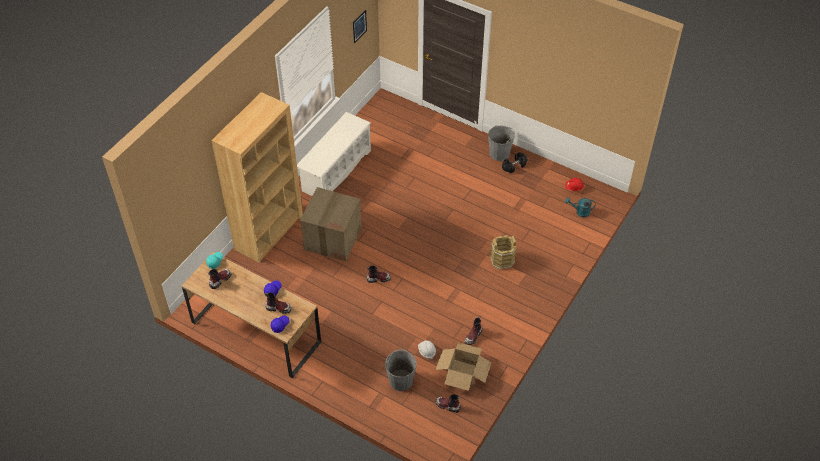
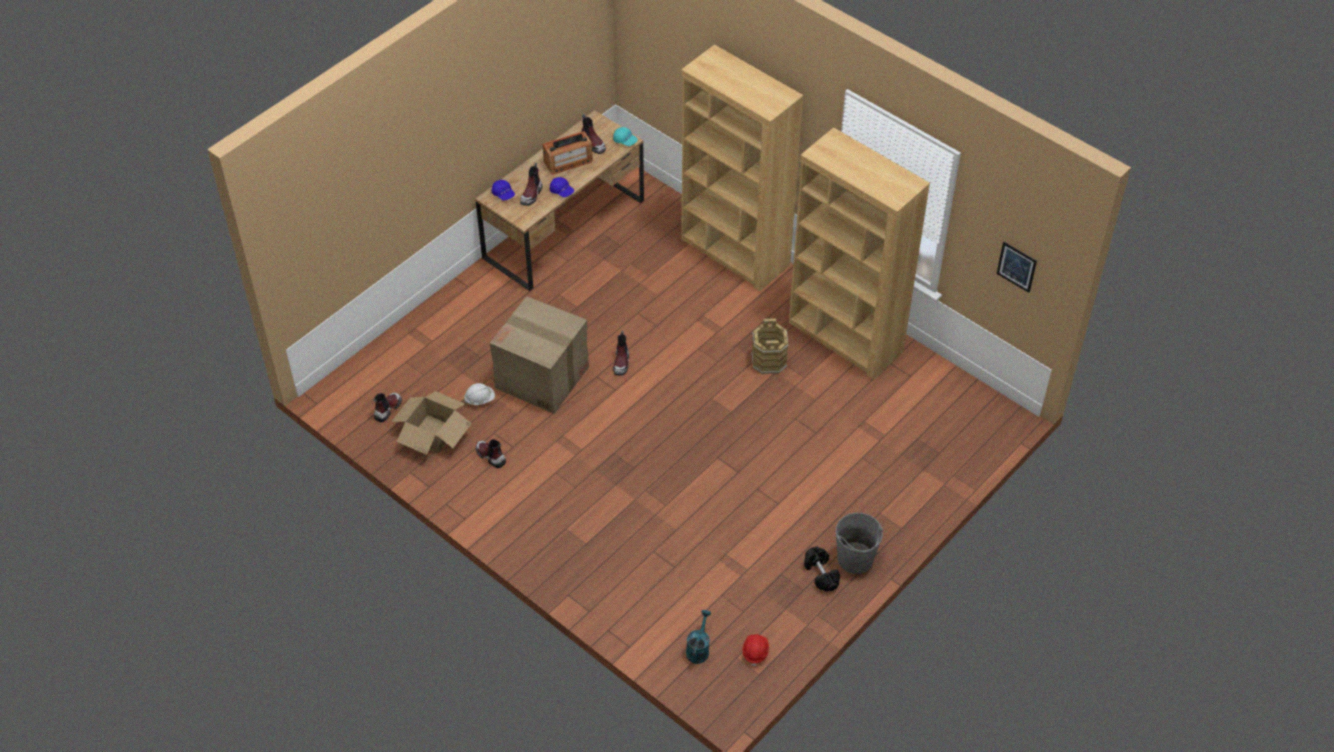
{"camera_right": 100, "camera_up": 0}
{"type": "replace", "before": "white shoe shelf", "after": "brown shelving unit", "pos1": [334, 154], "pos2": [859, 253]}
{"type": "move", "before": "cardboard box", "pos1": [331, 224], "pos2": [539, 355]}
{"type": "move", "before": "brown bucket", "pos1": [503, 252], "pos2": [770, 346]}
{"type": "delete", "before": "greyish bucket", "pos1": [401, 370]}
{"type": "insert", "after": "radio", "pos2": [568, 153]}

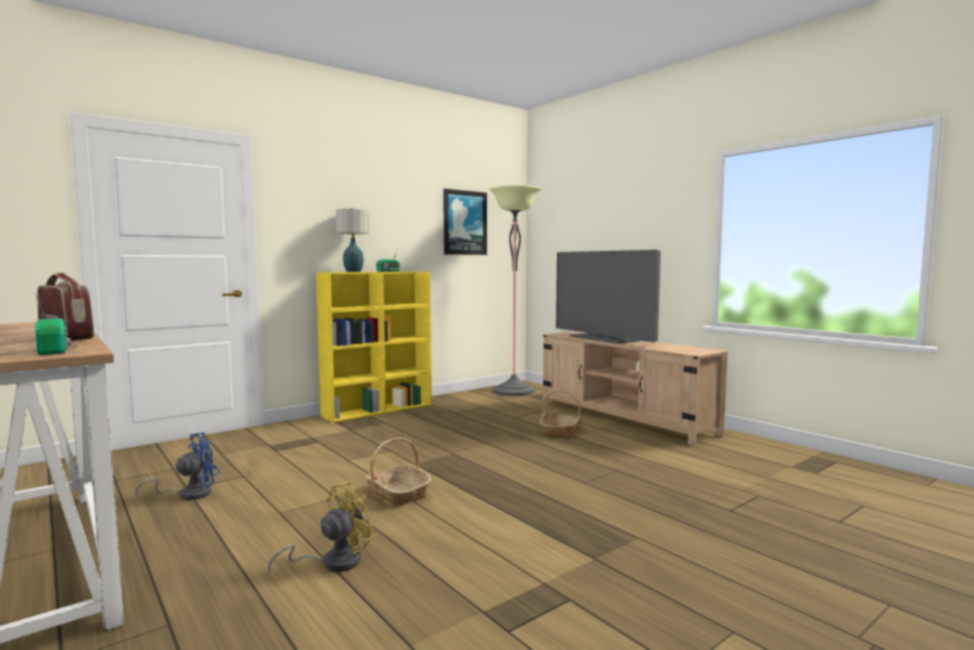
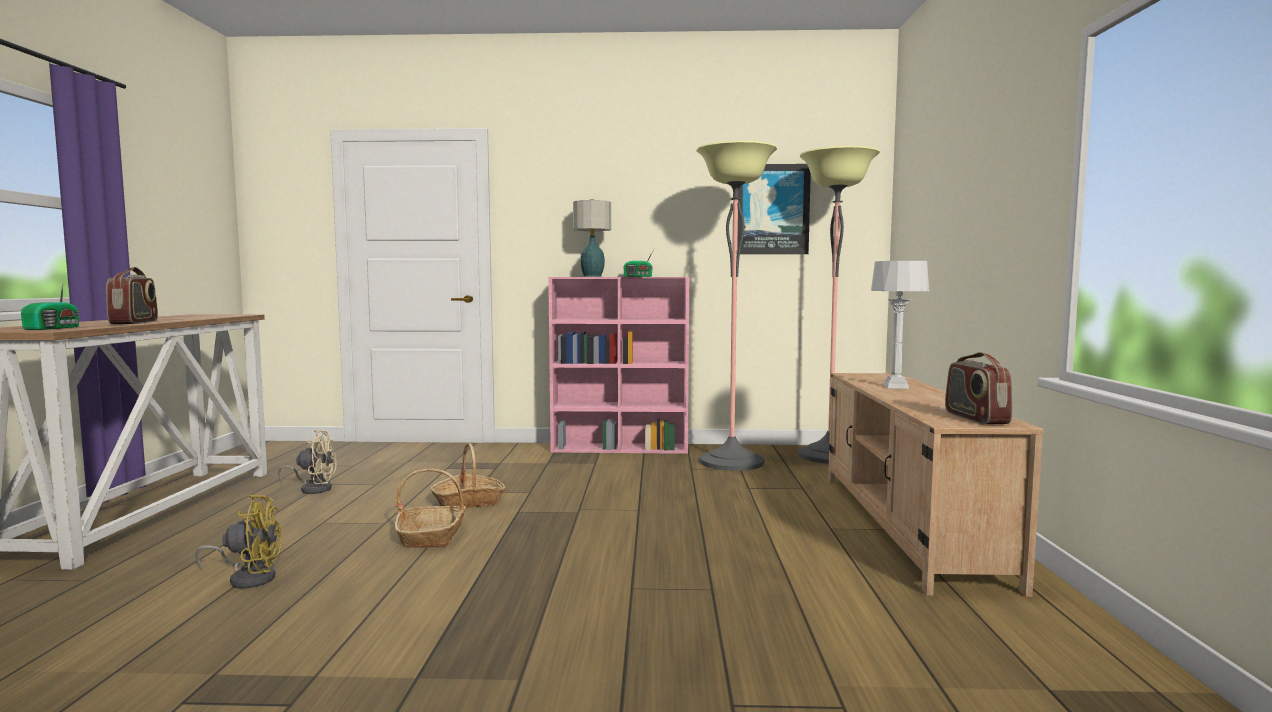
{"camera_right": 40, "camera_up": 0}
{"type": "replace", "before": "TV", "after": "greyish table lamp", "pos1": [608, 297], "pos2": [900, 325]}
{"type": "recolor", "before": "yellow-coloured shelving unit", "after": "pink shelving unit", "pos1": [374, 347], "pos2": [618, 365]}
{"type": "move", "before": "basket", "pos1": [561, 414], "pos2": [468, 475]}
{"type": "recolor", "before": "blue cooling fan", "after": "beige cooling fan", "pos1": [177, 466], "pos2": [307, 462]}
{"type": "insert", "after": "floor lamp", "pos2": [736, 306]}
{"type": "insert", "after": "radio", "pos2": [979, 388]}

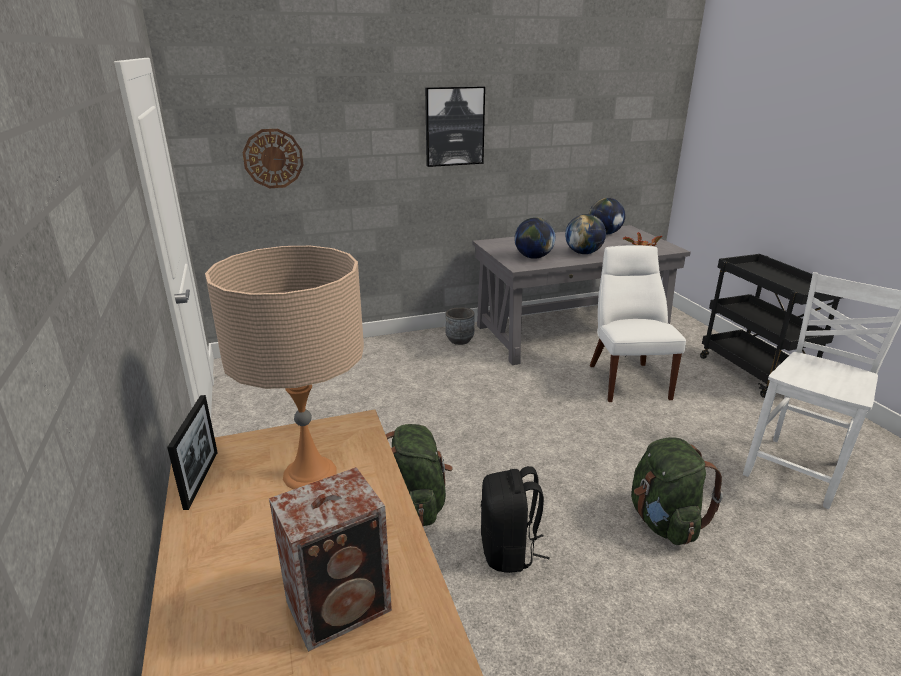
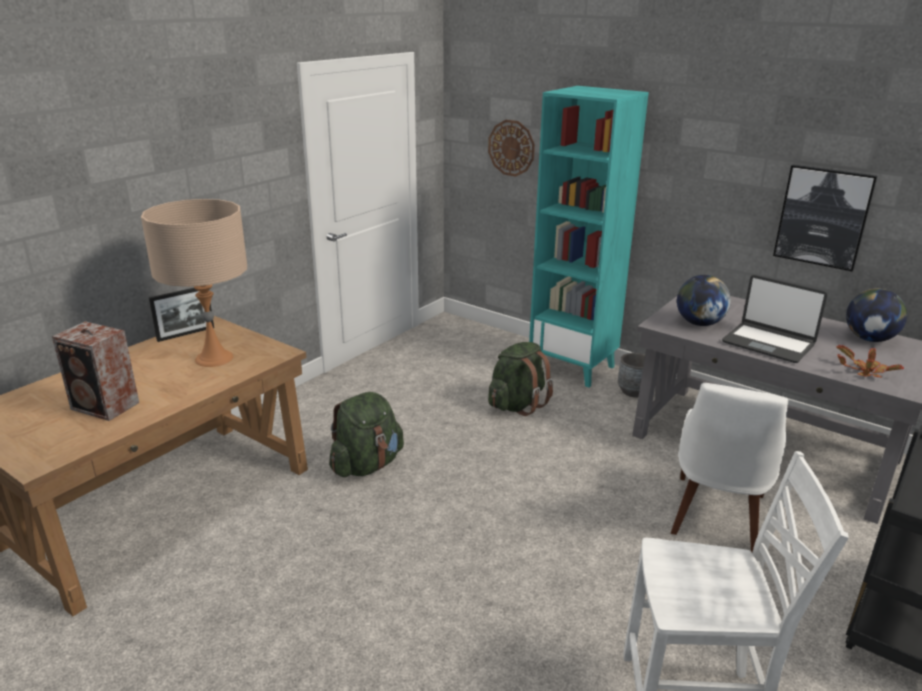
{"camera_right": 55, "camera_up": 0}
{"type": "move", "before": "wall art", "pos1": [455, 126], "pos2": [825, 218]}
{"type": "replace", "before": "desk globe", "after": "notebook computer", "pos1": [585, 234], "pos2": [774, 319]}
{"type": "rotate", "before": "white upright chair", "pos1": [638, 323], "pos2": [729, 467], "turn": 150}
{"type": "move", "before": "greenish rucksack", "pos1": [677, 491], "pos2": [520, 379]}
{"type": "delete", "before": "blackish rucksack", "pos1": [515, 519]}
{"type": "insert", "after": "turquoise shelving unit", "pos2": [589, 236]}

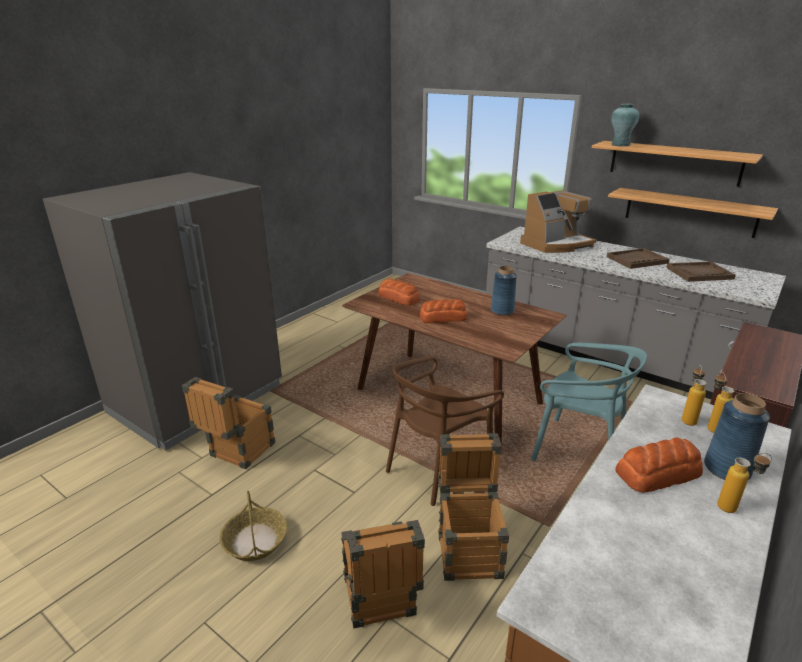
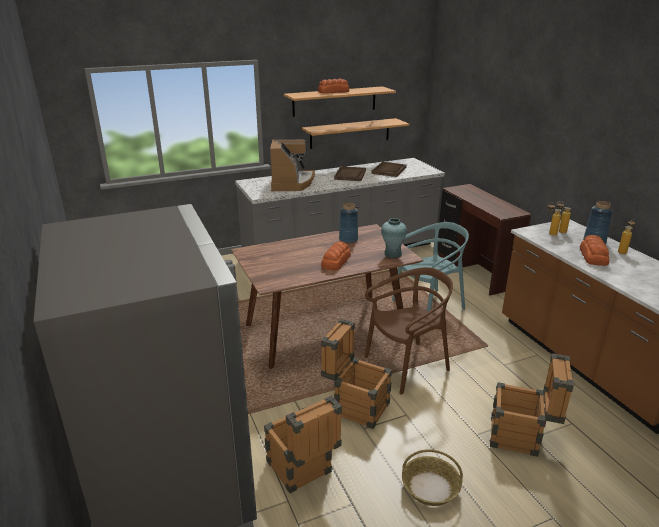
{"camera_right": -60, "camera_up": 0}
{"type": "move", "before": "turquoise vase", "pos1": [625, 125], "pos2": [394, 238]}
{"type": "move", "before": "bread", "pos1": [399, 292], "pos2": [333, 86]}
{"type": "rotate", "before": "brown upright chair", "pos1": [445, 431], "pos2": [408, 330], "turn": -105}
{"type": "move", "before": "packing crate", "pos1": [473, 507], "pos2": [356, 374]}

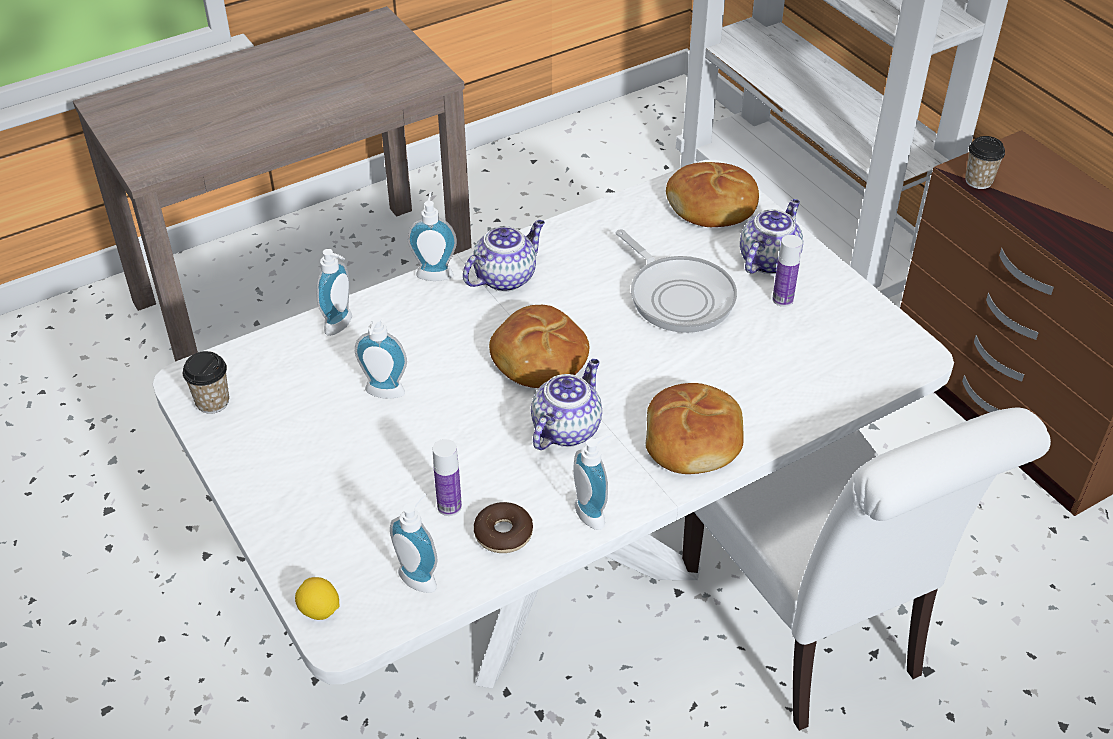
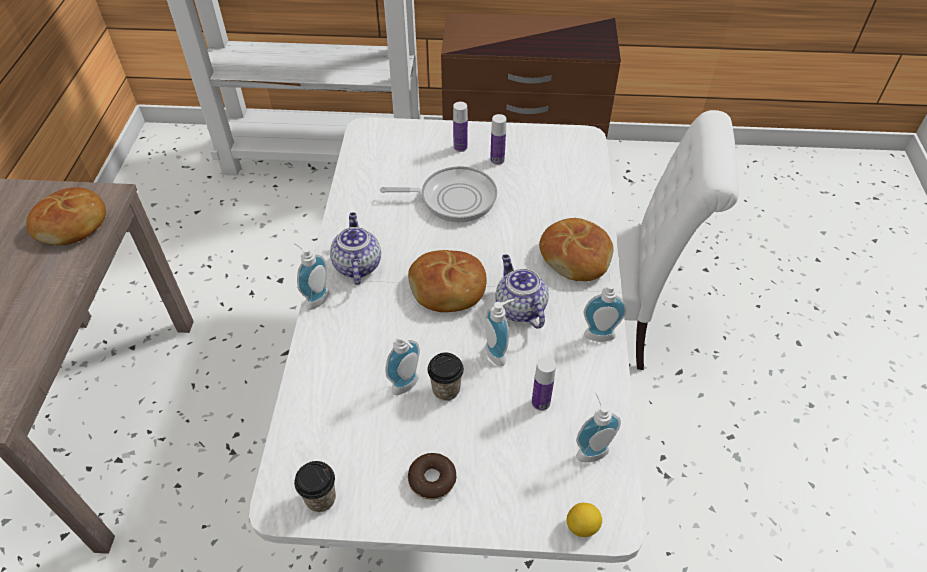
{"camera_right": -55, "camera_up": 5}
{"type": "move", "before": "cup", "pos1": [985, 162], "pos2": [446, 376]}
{"type": "move", "before": "bread", "pos1": [712, 194], "pos2": [66, 216]}
{"type": "replace", "before": "teapot", "after": "drink bottle", "pos1": [771, 236], "pos2": [460, 127]}
{"type": "move", "before": "soap bottle", "pos1": [334, 292], "pos2": [499, 332]}
{"type": "move", "before": "ring doughnut", "pos1": [503, 527], "pos2": [432, 476]}

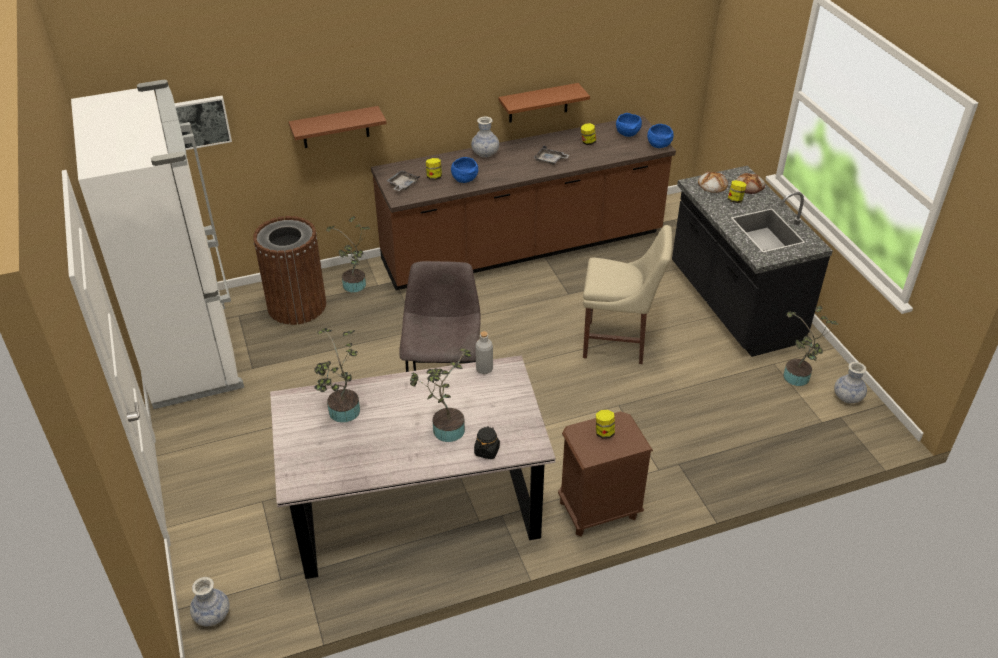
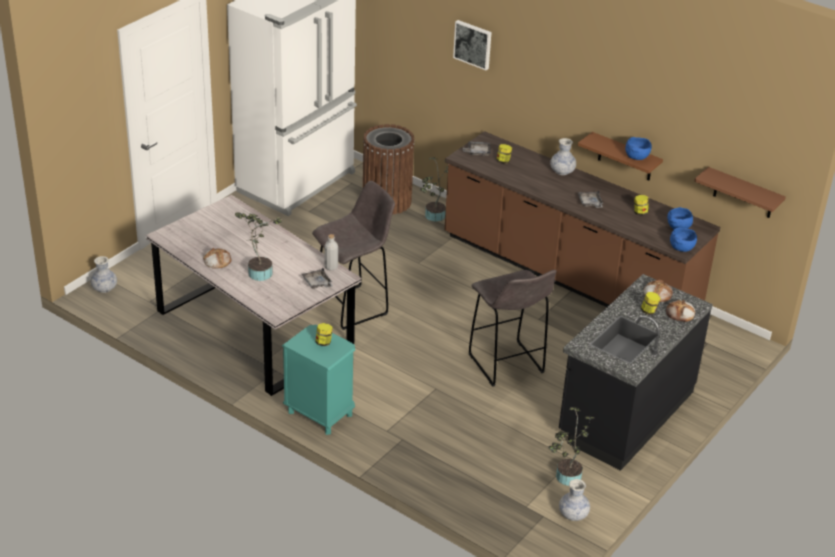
{"camera_right": 55, "camera_up": -5}
{"type": "move", "before": "wall art", "pos1": [203, 123], "pos2": [472, 45]}
{"type": "move", "before": "brown wall shelf", "pos1": [338, 127], "pos2": [740, 192]}
{"type": "move", "before": "blue deep dish", "pos1": [464, 170], "pos2": [638, 148]}
{"type": "replace", "before": "beige upright chair", "after": "greyish stool seat", "pos1": [627, 294], "pos2": [512, 328]}
{"type": "delete", "before": "potted plant", "pos1": [337, 375]}
{"type": "recolor", "before": "brown nightstand", "after": "turquoise nightstand", "pos1": [605, 473], "pos2": [318, 380]}
{"type": "delete", "before": "blackish jar", "pos1": [487, 442]}
{"type": "insert", "after": "bread", "pos2": [217, 258]}
{"type": "insert", "after": "greyish serving tray", "pos2": [317, 278]}

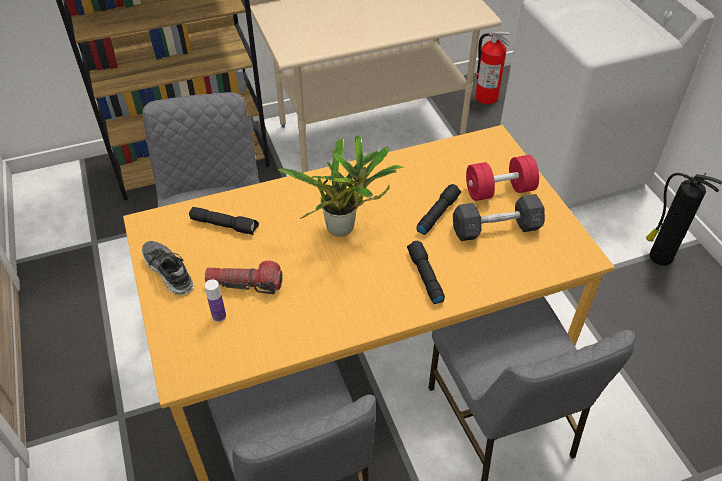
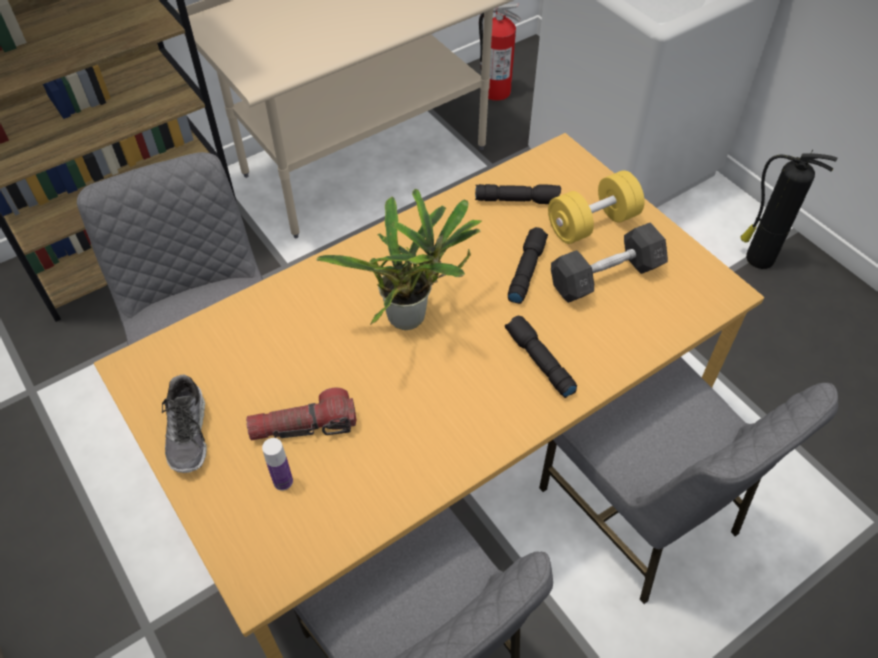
{"camera_right": -15, "camera_up": 5}
{"type": "recolor", "before": "red-coloured dumbbell", "after": "yellow-coloured dumbbell", "pos1": [502, 178], "pos2": [596, 207]}
{"type": "move", "before": "blackish flashlight", "pos1": [224, 221], "pos2": [518, 194]}
{"type": "rotate", "before": "low shoe", "pos1": [168, 268], "pos2": [184, 424], "turn": -135}

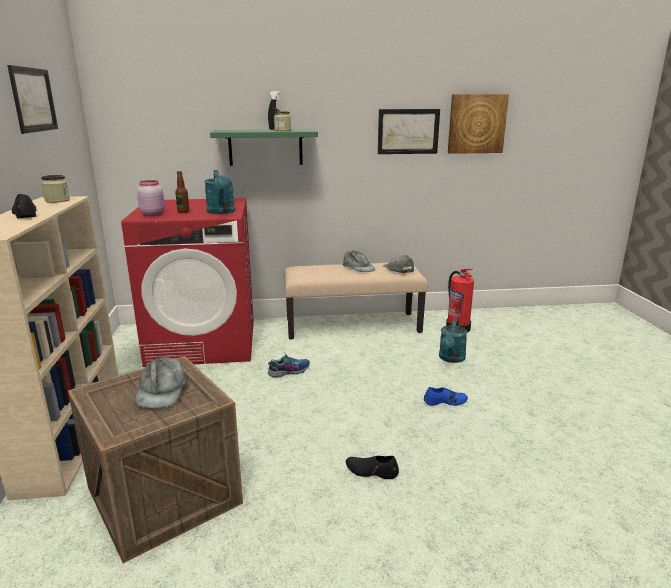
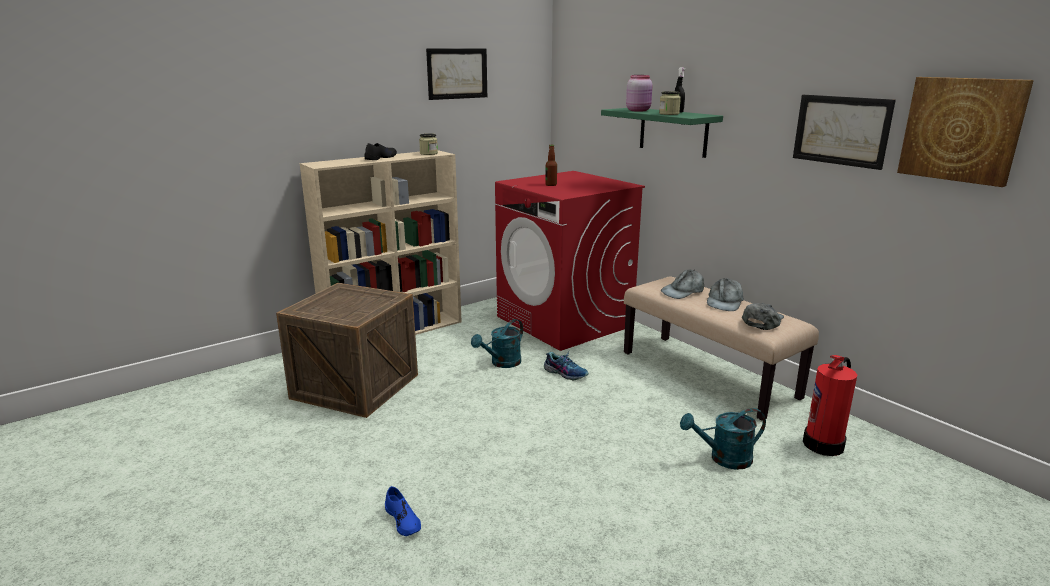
{"camera_right": 60, "camera_up": 0}
{"type": "move", "before": "turquoise watering can", "pos1": [219, 192], "pos2": [497, 343]}
{"type": "move", "before": "pink jar", "pos1": [151, 198], "pos2": [639, 93]}
{"type": "move", "before": "greyish peaked cap", "pos1": [161, 383], "pos2": [682, 284]}
{"type": "move", "before": "blue low shoe", "pos1": [446, 396], "pos2": [403, 511]}
{"type": "delete", "before": "blackish low shoe", "pos1": [372, 467]}

